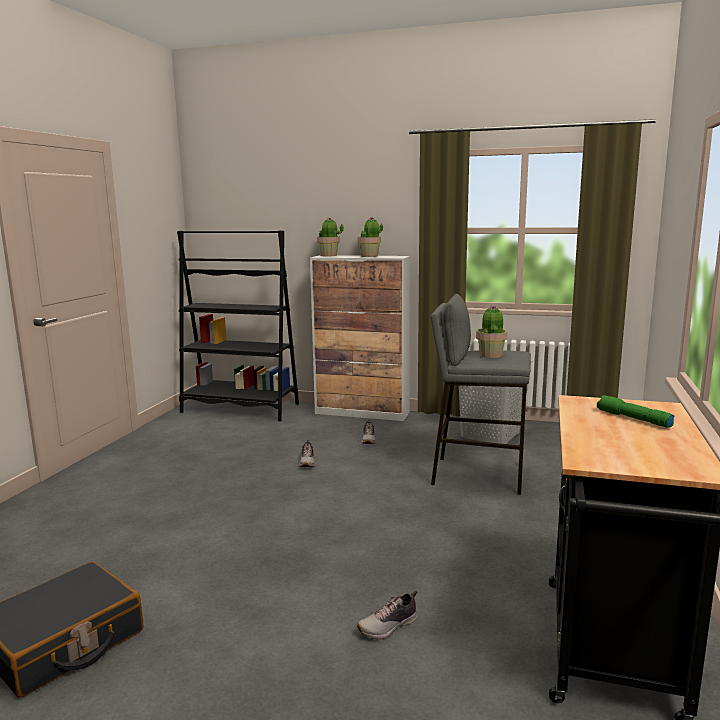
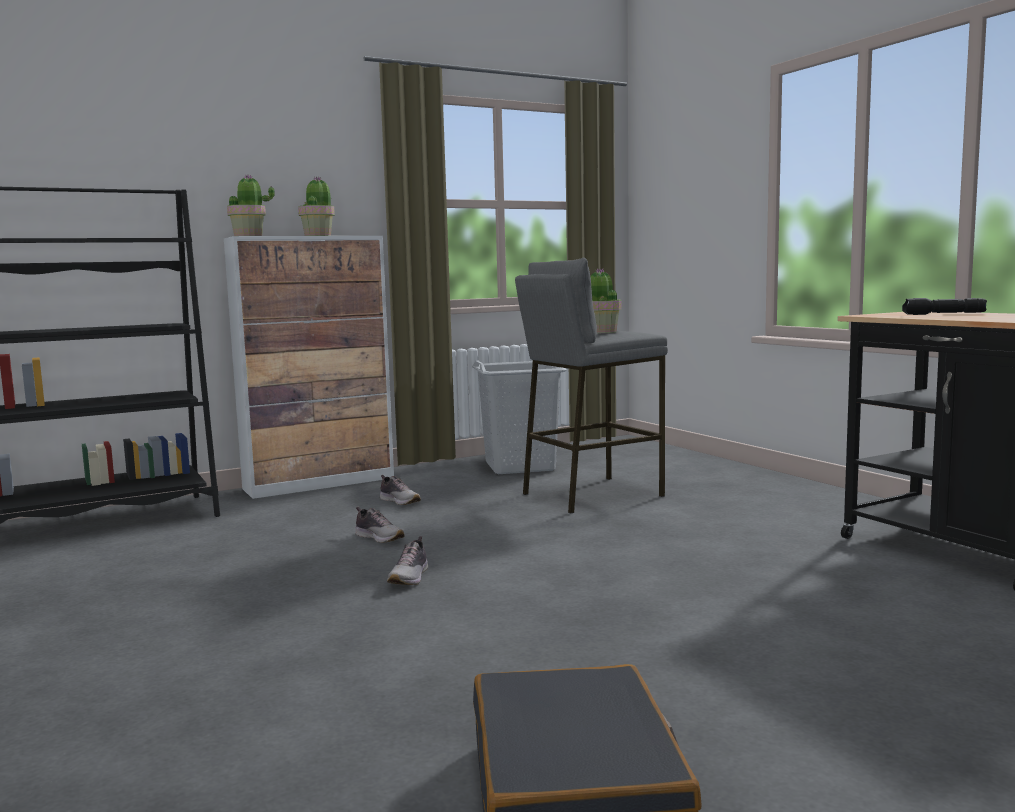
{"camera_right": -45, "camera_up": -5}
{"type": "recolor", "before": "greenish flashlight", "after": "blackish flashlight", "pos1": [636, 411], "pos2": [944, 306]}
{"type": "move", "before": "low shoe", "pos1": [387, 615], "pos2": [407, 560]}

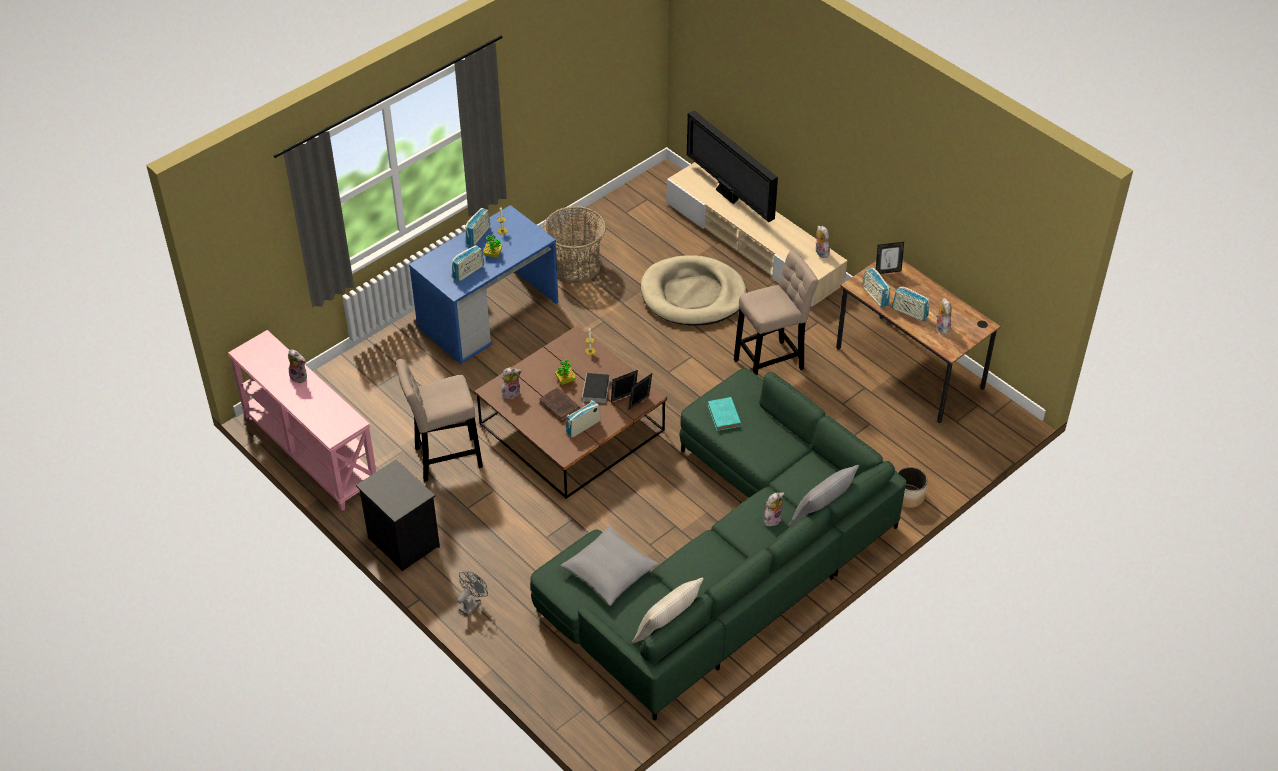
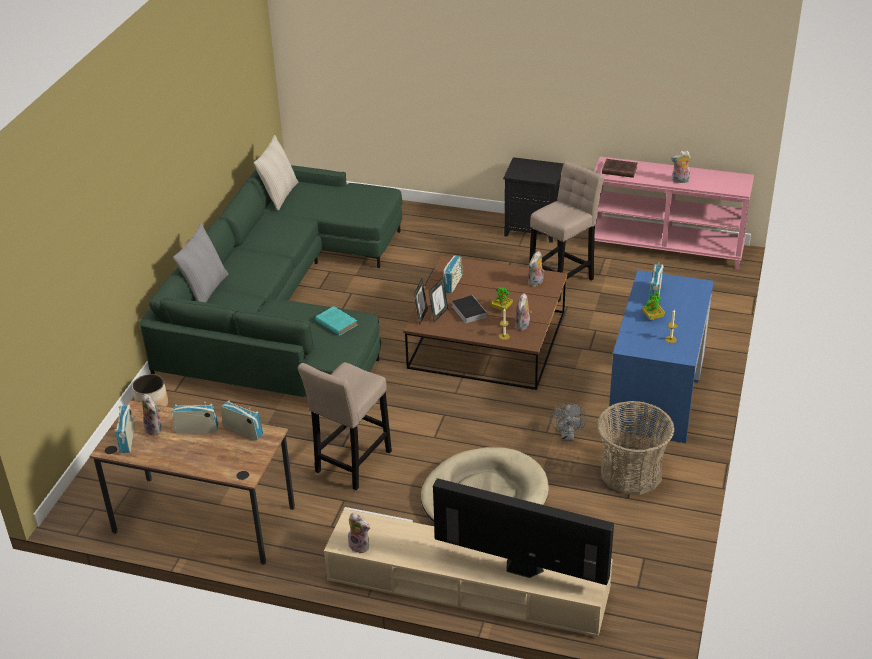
{"camera_right": 150, "camera_up": -10}
{"type": "move", "before": "radio", "pos1": [477, 227], "pos2": [125, 428]}
{"type": "delete", "before": "photo frame", "pos1": [890, 258]}
{"type": "move", "before": "brown book", "pos1": [559, 404], "pos2": [620, 168]}
{"type": "move", "before": "cuddly toy", "pos1": [774, 509], "pos2": [523, 312]}
{"type": "delete", "before": "greyish cushion", "pos1": [609, 565]}
{"type": "move", "before": "greyish cooling fan", "pos1": [472, 593], "pos2": [568, 422]}

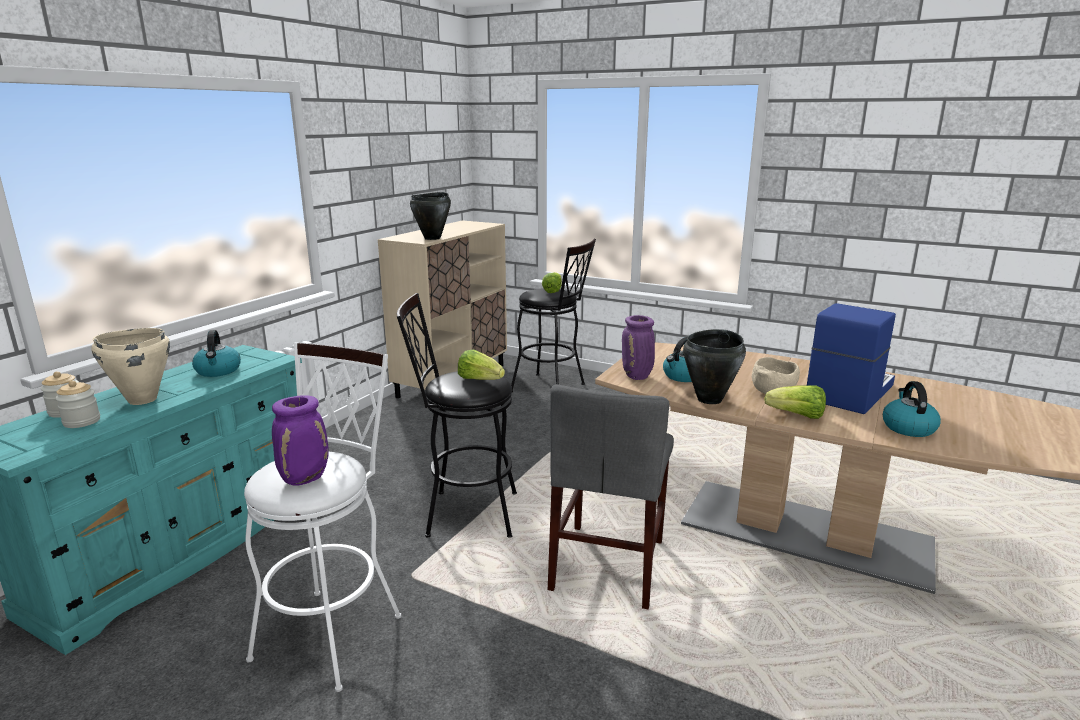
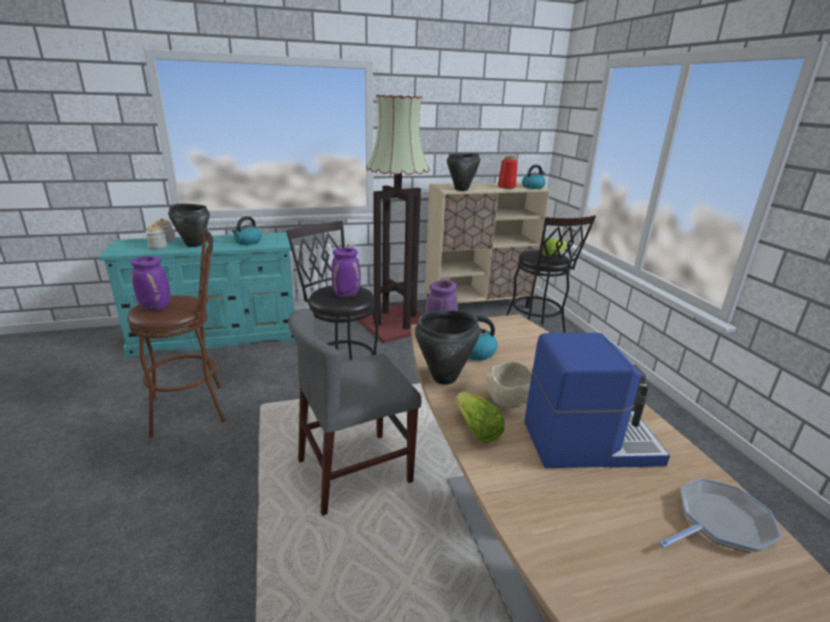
{"camera_right": 45, "camera_up": 5}
{"type": "recolor", "before": "beige saucepot", "after": "blackish saucepot", "pos1": [130, 366], "pos2": [189, 225]}
{"type": "recolor", "before": "white stool seat", "after": "brown stool seat", "pos1": [323, 517], "pos2": [176, 333]}
{"type": "replace", "before": "lettuce head", "after": "purple-coloured vase", "pos1": [481, 365], "pos2": [346, 272]}
{"type": "move", "before": "tea kettle", "pos1": [912, 409], "pos2": [534, 177]}
{"type": "insert", "after": "floor lamp", "pos2": [392, 219]}
{"type": "insert", "after": "red-coloured vase", "pos2": [508, 172]}
{"type": "insert", "after": "pan", "pos2": [720, 515]}

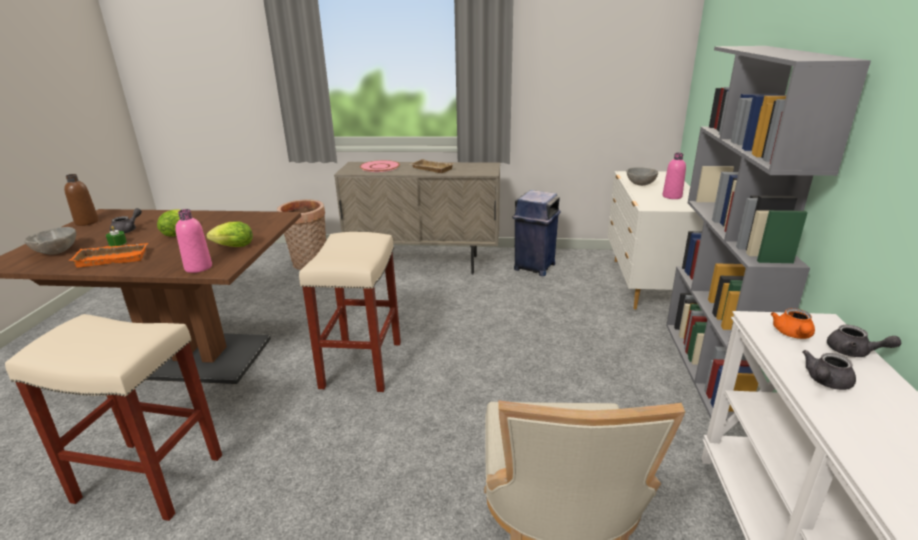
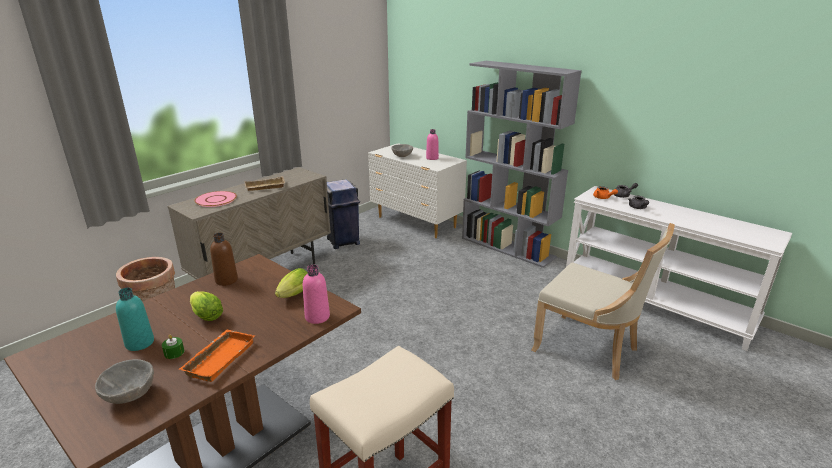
{"camera_right": -55, "camera_up": 0}
{"type": "move", "before": "brown drink bottle", "pos1": [81, 200], "pos2": [224, 259]}
{"type": "replace", "before": "greyish teapot", "after": "turquoise drink bottle", "pos1": [126, 221], "pos2": [135, 319]}
{"type": "delete", "before": "beige stool seat", "pos1": [350, 312]}

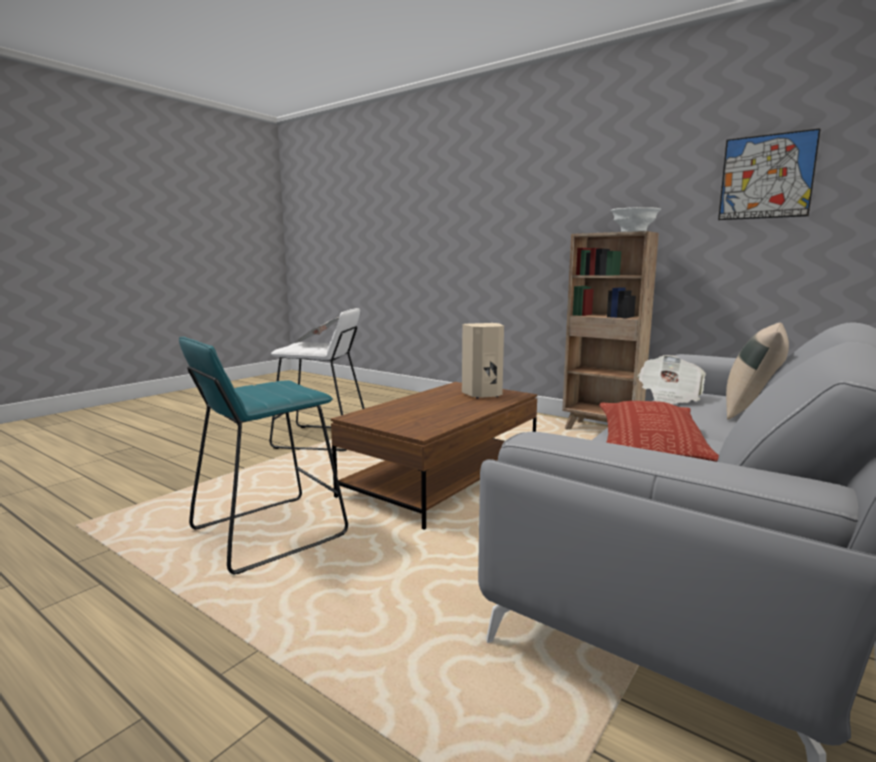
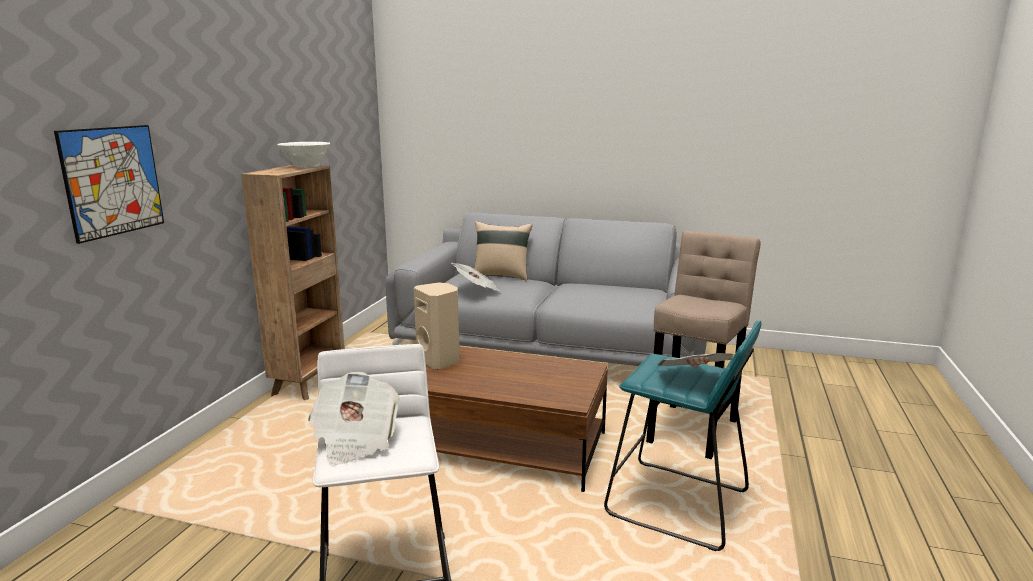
{"camera_right": -110, "camera_up": 5}
{"type": "move", "before": "wall art", "pos1": [769, 174], "pos2": [109, 184]}
{"type": "delete", "before": "cushion", "pos1": [659, 431]}
{"type": "insert", "after": "beige stool seat", "pos2": [703, 345]}
{"type": "insert", "after": "newspaper", "pos2": [695, 360]}

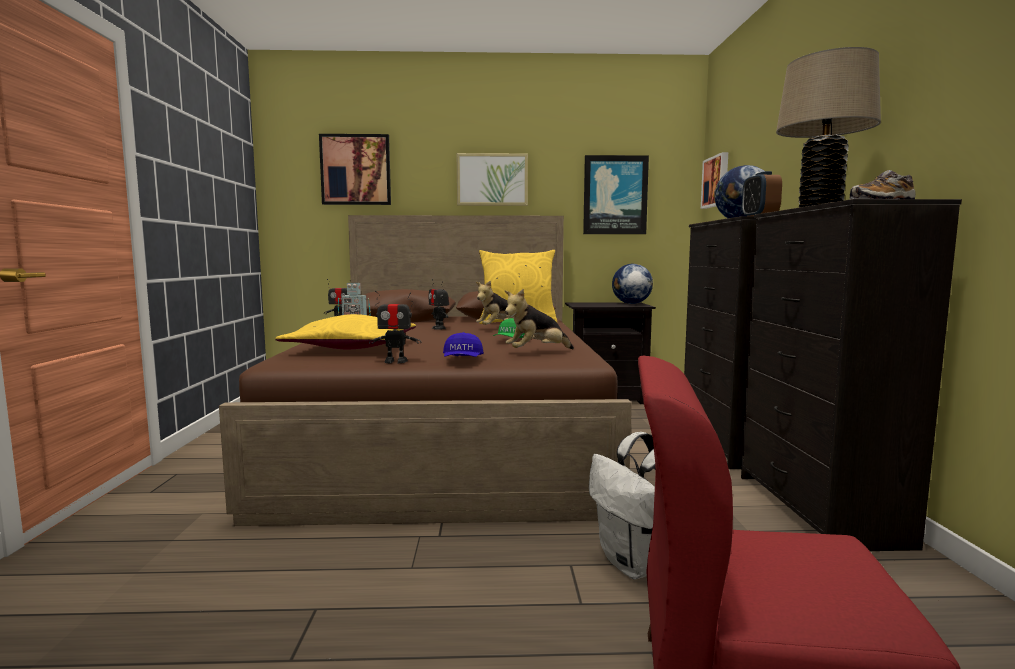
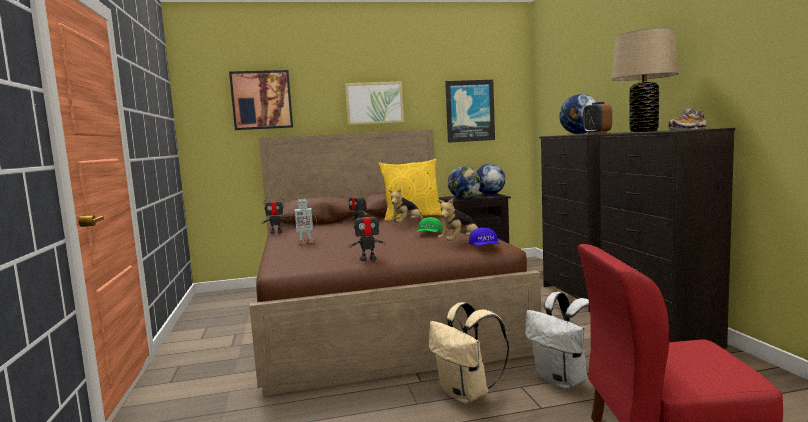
{"camera_right": -10, "camera_up": 0}
{"type": "delete", "before": "wall art", "pos1": [714, 180]}
{"type": "delete", "before": "yellow-coloured cushion", "pos1": [345, 331]}
{"type": "move", "before": "blue peaked cap", "pos1": [463, 344], "pos2": [484, 236]}
{"type": "insert", "after": "desk globe", "pos2": [464, 182]}
{"type": "insert", "after": "beige rucksack", "pos2": [469, 353]}

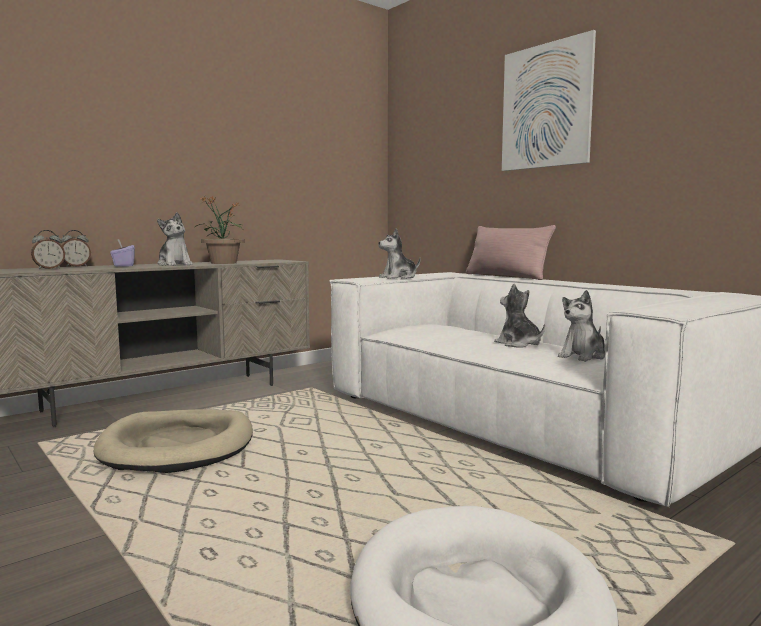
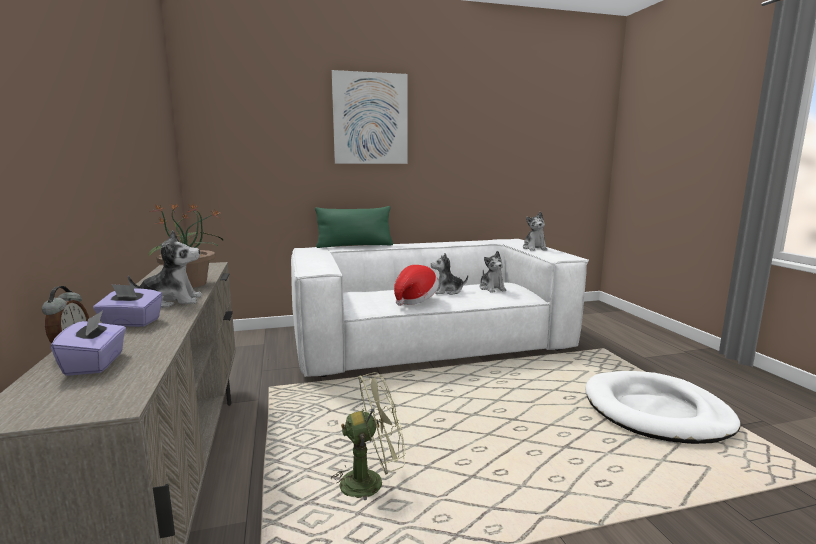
{"camera_right": -65, "camera_up": 5}
{"type": "recolor", "before": "pink cushion", "after": "greenish cushion", "pos1": [511, 252], "pos2": [354, 227]}
{"type": "move", "before": "cuddly toy", "pos1": [399, 253], "pos2": [535, 231]}
{"type": "replace", "before": "alarm clock", "after": "purple-coloured tissue holder", "pos1": [48, 249], "pos2": [88, 343]}
{"type": "replace", "before": "beige dog bed", "after": "greenish cooling fan", "pos1": [173, 441], "pos2": [368, 436]}
{"type": "insert", "after": "hat", "pos2": [416, 285]}

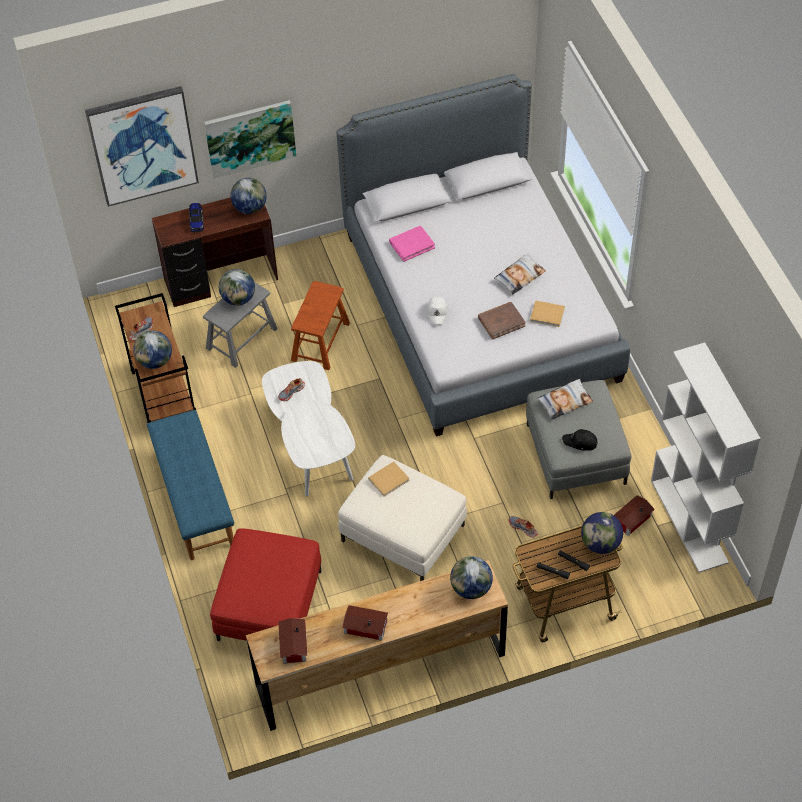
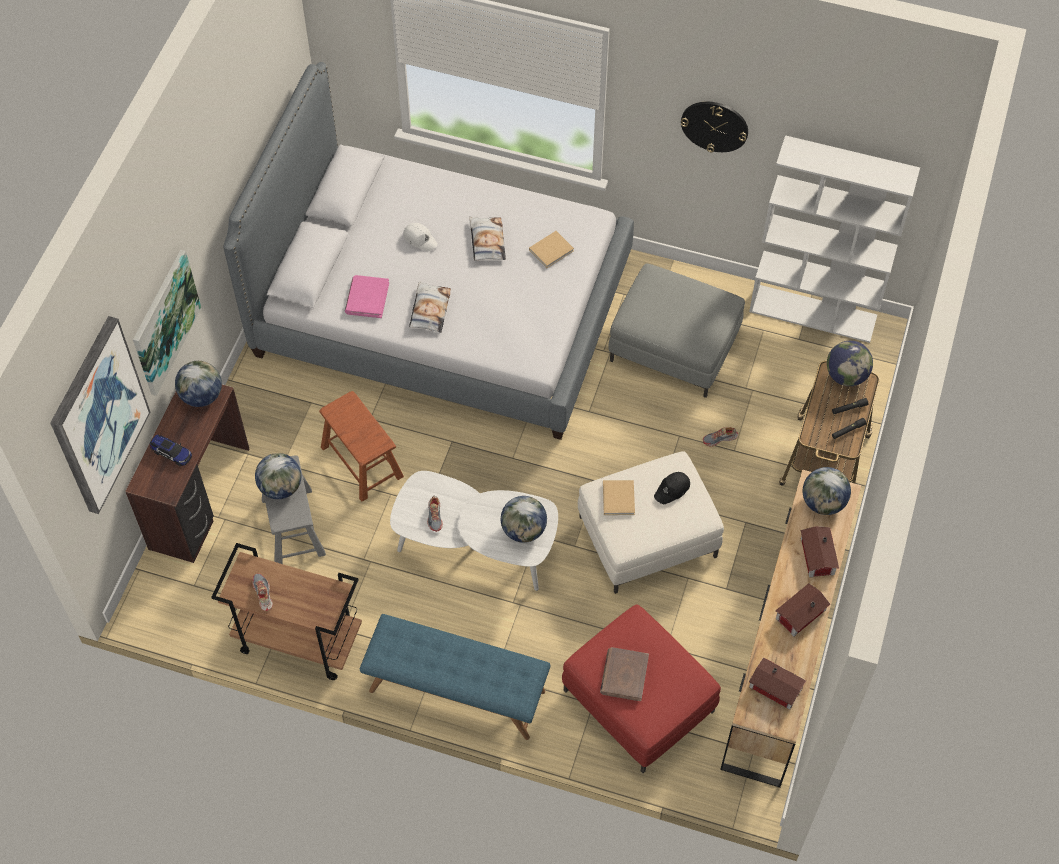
{"camera_right": -55, "camera_up": 5}
{"type": "move", "before": "white peaked cap", "pos1": [437, 310], "pos2": [420, 237]}
{"type": "move", "before": "brown book", "pos1": [502, 320], "pos2": [624, 674]}
{"type": "move", "before": "desk globe", "pos1": [152, 350], "pos2": [524, 519]}
{"type": "move", "before": "cushion", "pos1": [565, 399], "pos2": [430, 307]}
{"type": "move", "before": "blackish peaked cap", "pos1": [580, 440], "pos2": [672, 488]}
{"type": "move", "before": "model house", "pos1": [634, 515], "pos2": [819, 551]}
{"type": "insert", "after": "wall clock", "pos2": [714, 127]}

